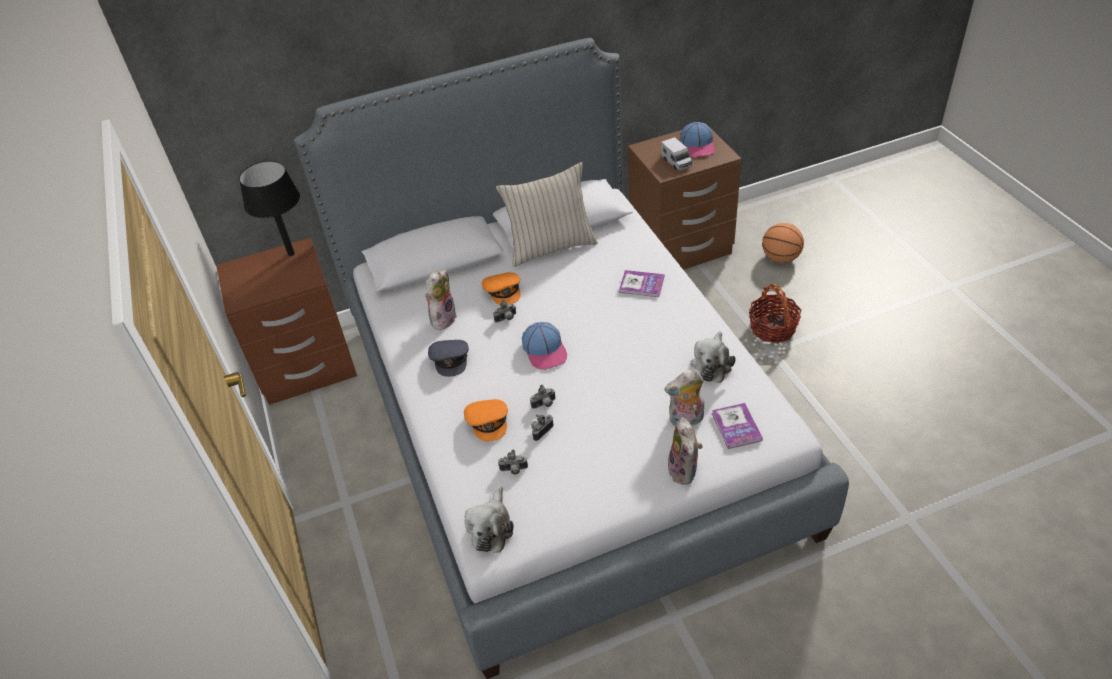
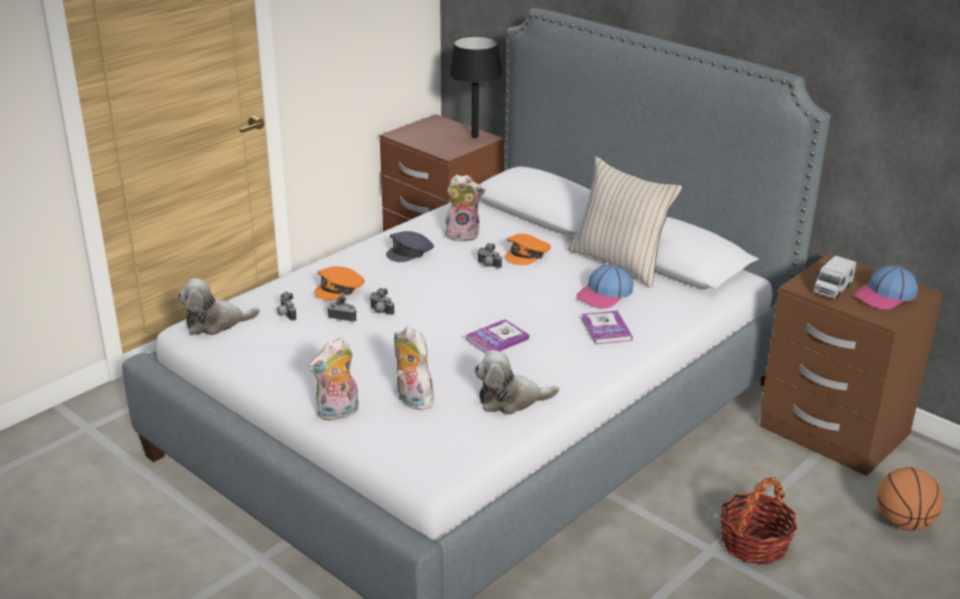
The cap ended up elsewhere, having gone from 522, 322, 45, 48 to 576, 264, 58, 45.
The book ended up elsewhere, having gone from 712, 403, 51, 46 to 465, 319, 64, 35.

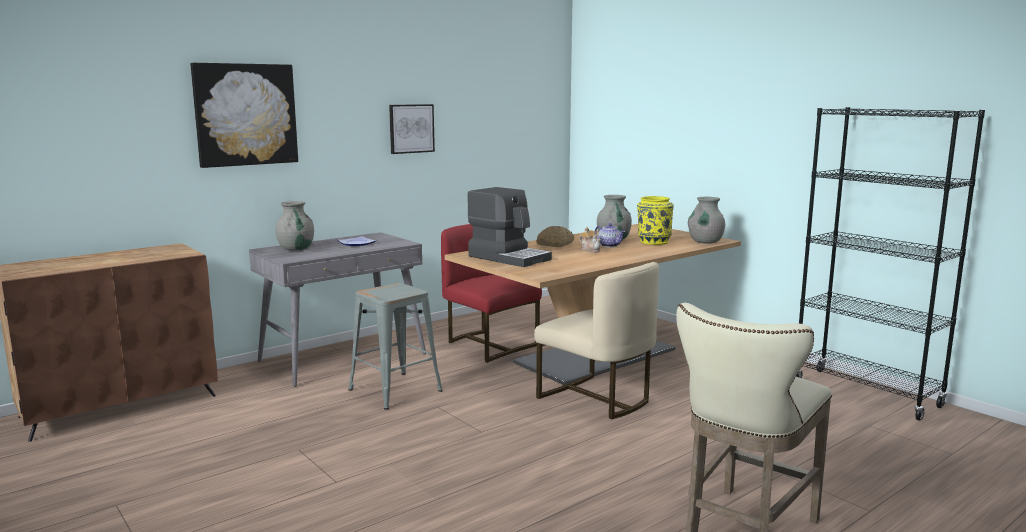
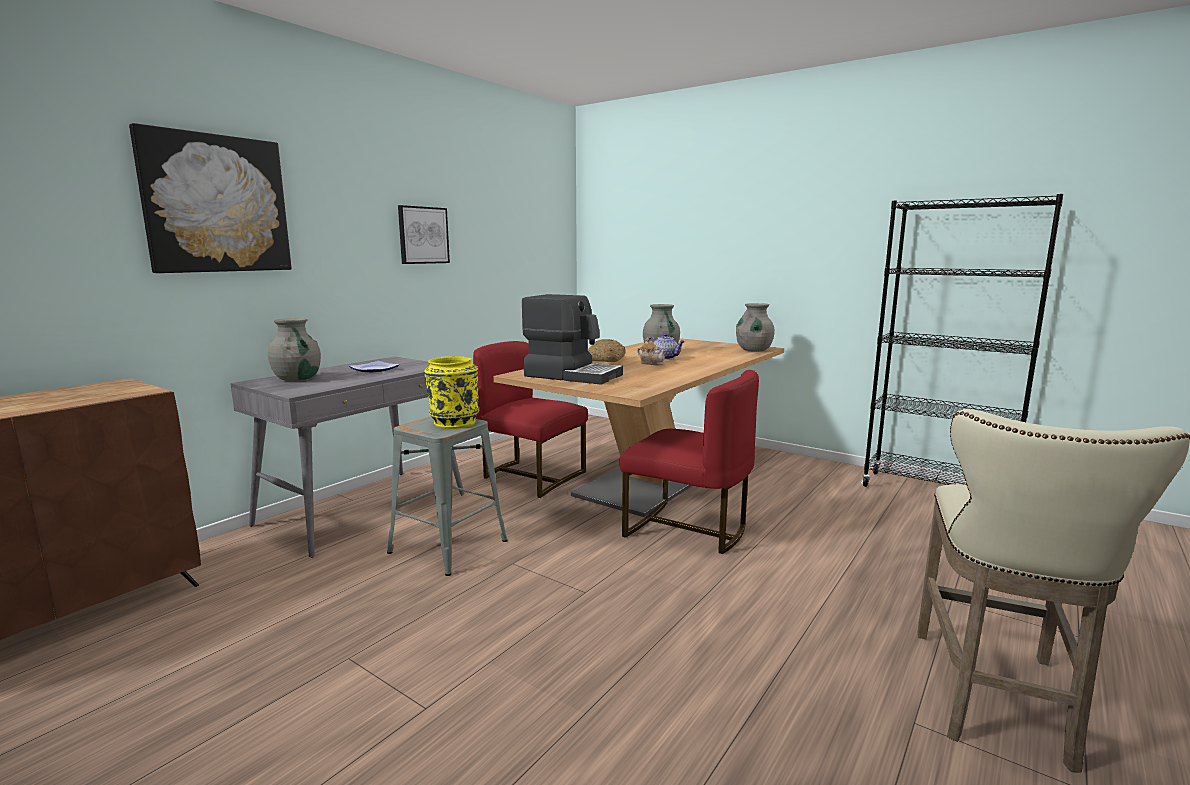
The yellow vase ended up elsewhere, having gone from 637, 196, 37, 49 to 424, 356, 55, 73.
What was the beige chair at 534, 262, 125, 157 turned into the red chair at 620, 370, 139, 184.

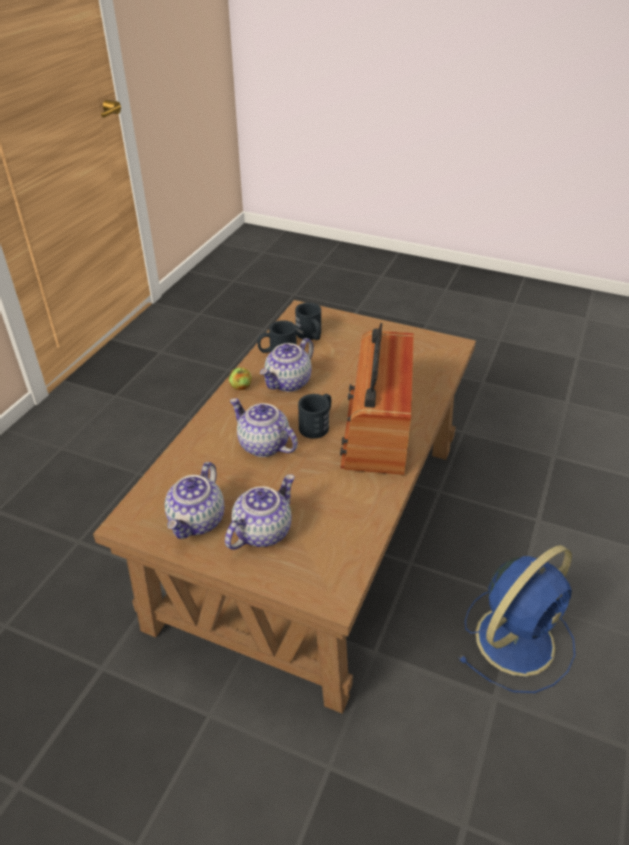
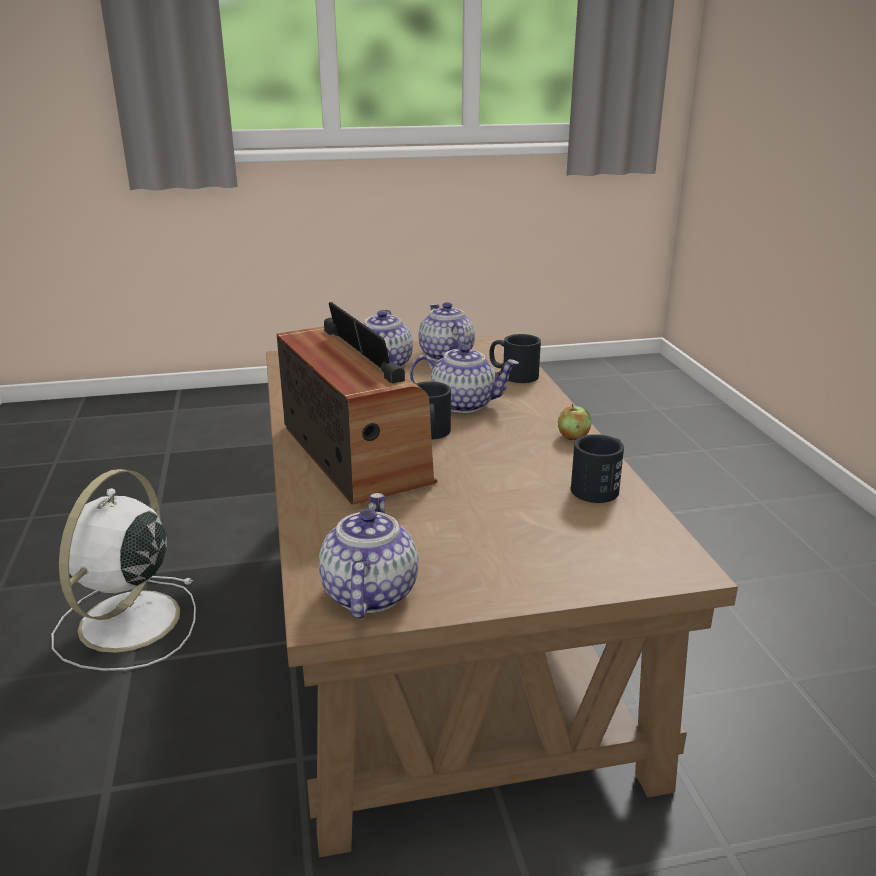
The teapot ended up elsewhere, having gone from 260, 338, 54, 54 to 319, 493, 99, 125.
The black mug ended up elsewhere, having gone from 295, 302, 26, 38 to 489, 334, 52, 49.
What was the blue fan at 458, 545, 117, 148 turned into the white fan at 52, 469, 144, 202.

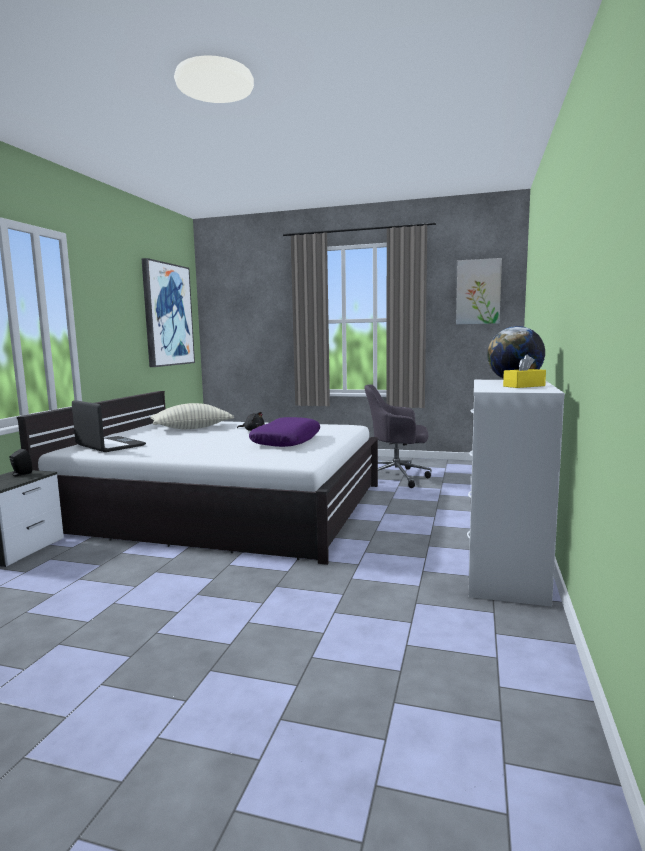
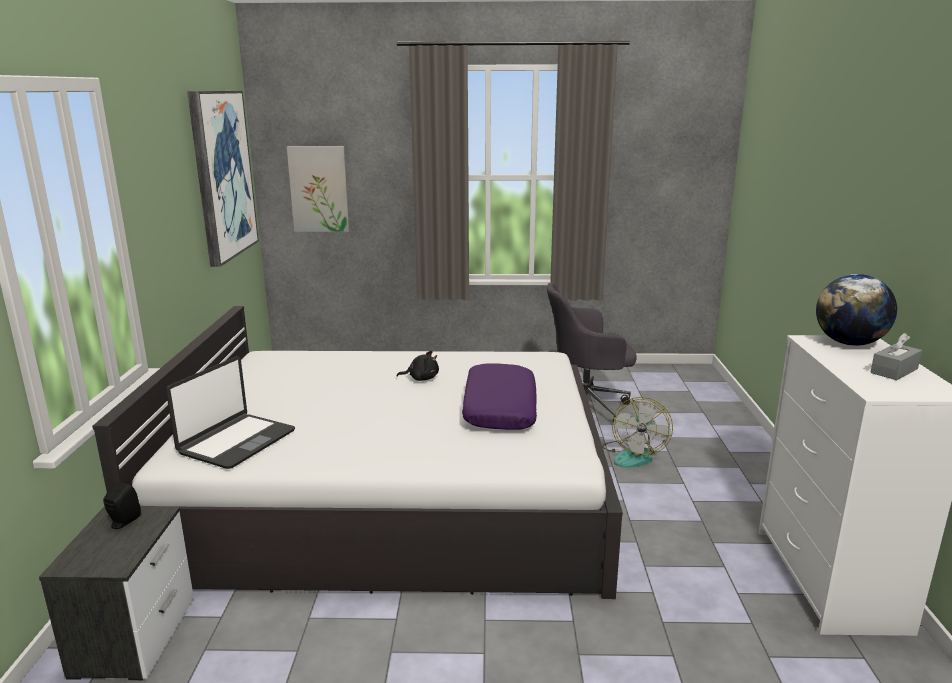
The second view lost the pillow at 150, 403, 84, 26.
The second view gained the fan at 602, 397, 71, 71.
The picture ended up elsewhere, having gone from 456, 258, 46, 67 to 287, 146, 63, 86.
What was the yellow tissue box at 503, 355, 43, 33 turned into the grey tissue box at 871, 333, 51, 47.
The laptop at 72, 400, 74, 52 ended up facing another way, 90 degrees clockwise from before.

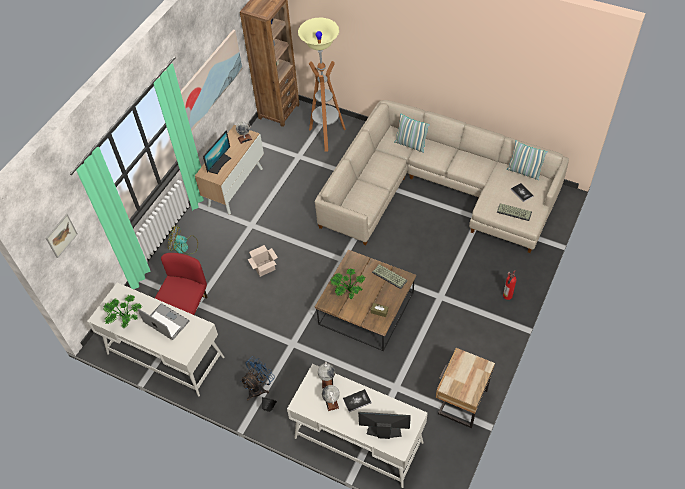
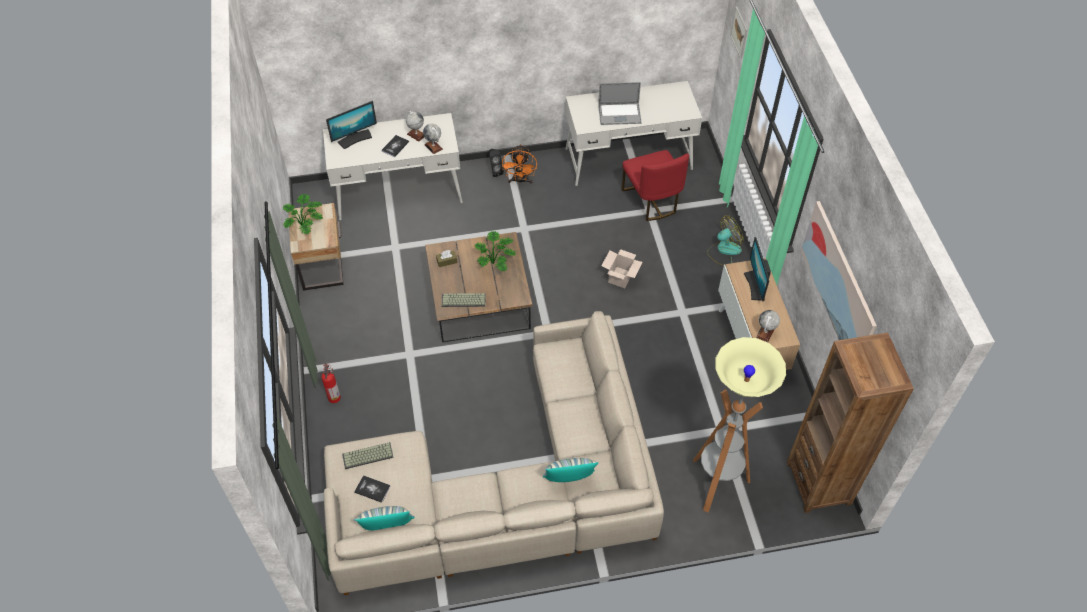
The potted plant ended up elsewhere, having gone from 103, 295, 39, 33 to 283, 194, 40, 41.
What was the blue fan at 240, 356, 35, 44 turned into the orange fan at 502, 144, 35, 40.

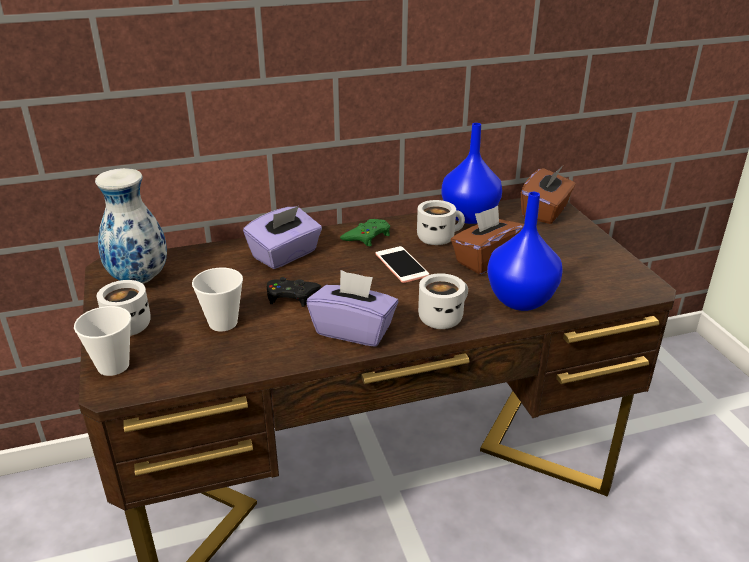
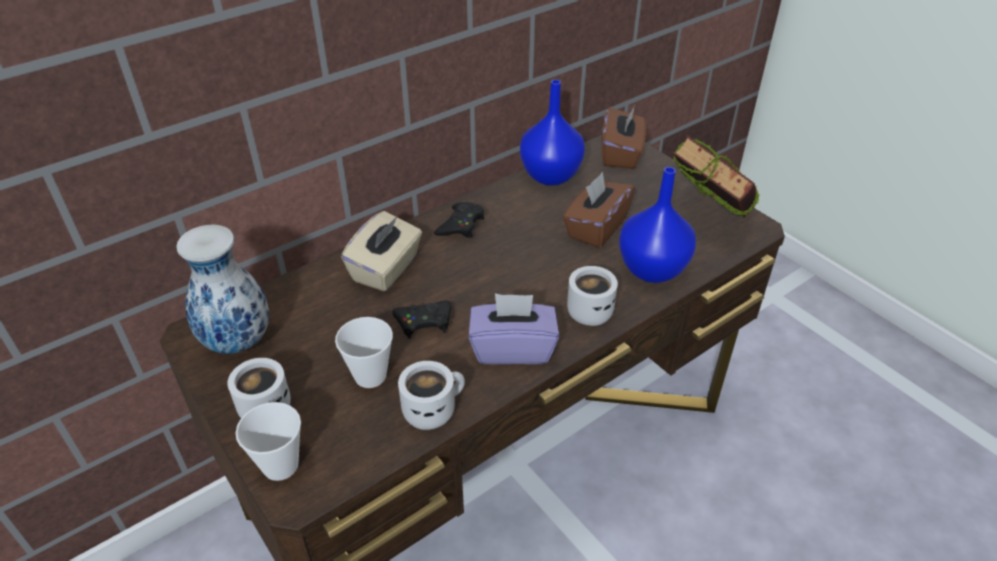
The second view lost the phone at 376, 246, 53, 37.
The second view gained the book at 673, 135, 87, 82.
The white mug ended up elsewhere, having gone from 417, 200, 48, 45 to 398, 361, 67, 69.
What was the purple tissue box at 243, 206, 79, 63 turned into the beige tissue box at 341, 211, 81, 81.
What was the green game controller at 340, 219, 50, 27 turned into the black game controller at 434, 202, 50, 36.

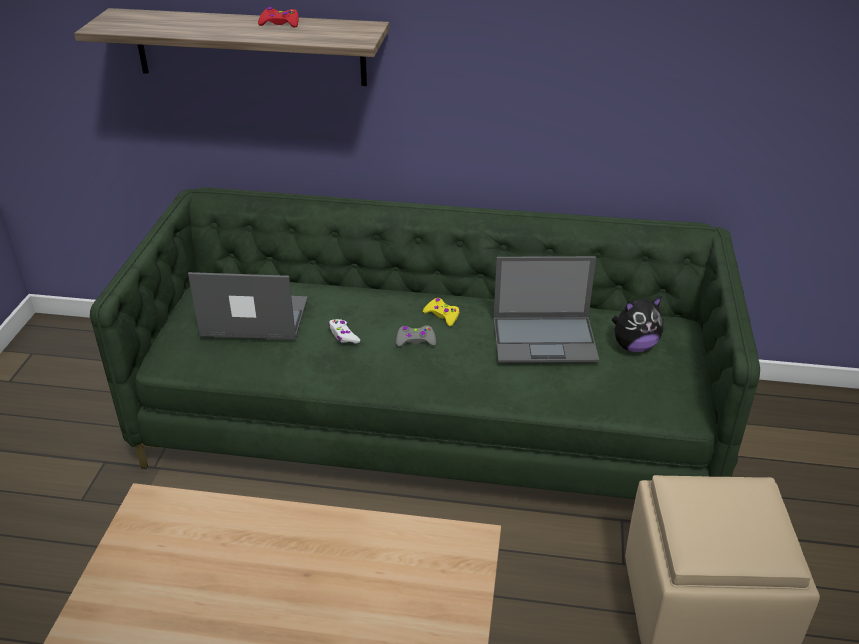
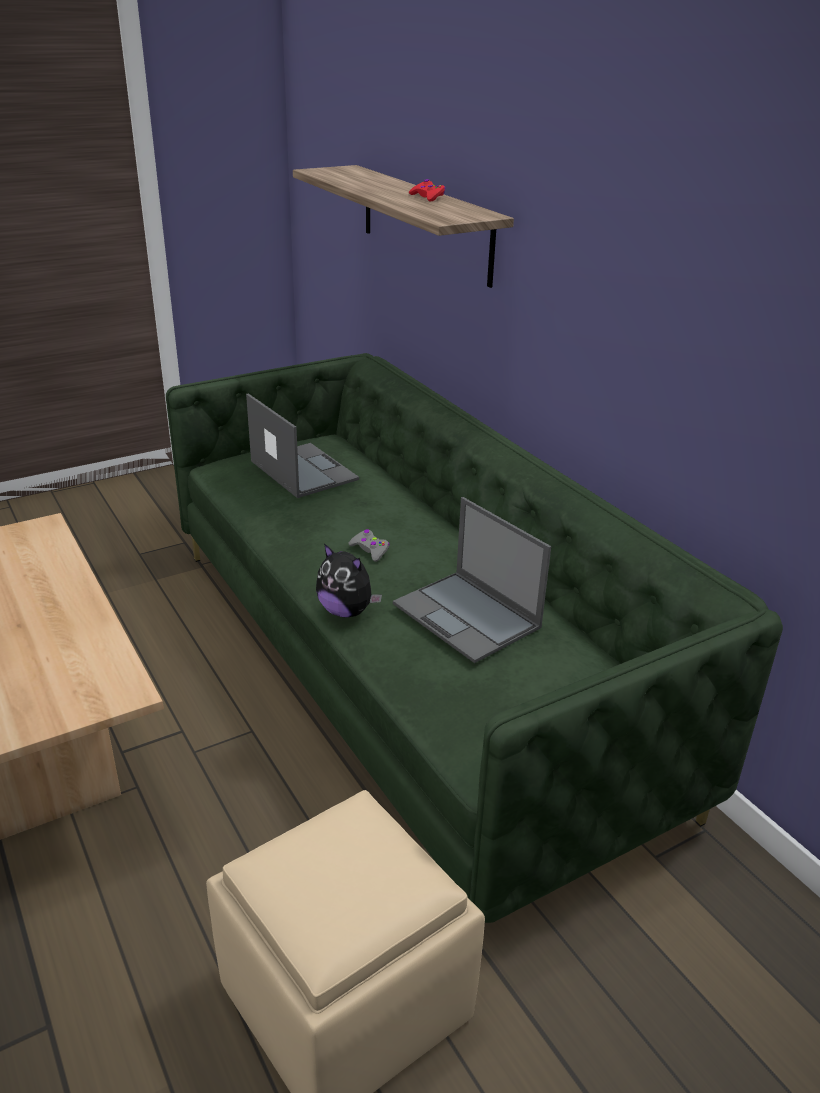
The second view lost the white game controller at 329, 319, 31, 25.
The second view lost the yellow game controller at 423, 298, 37, 28.
The plush toy ended up elsewhere, having gone from 612, 296, 51, 56 to 316, 543, 66, 74.

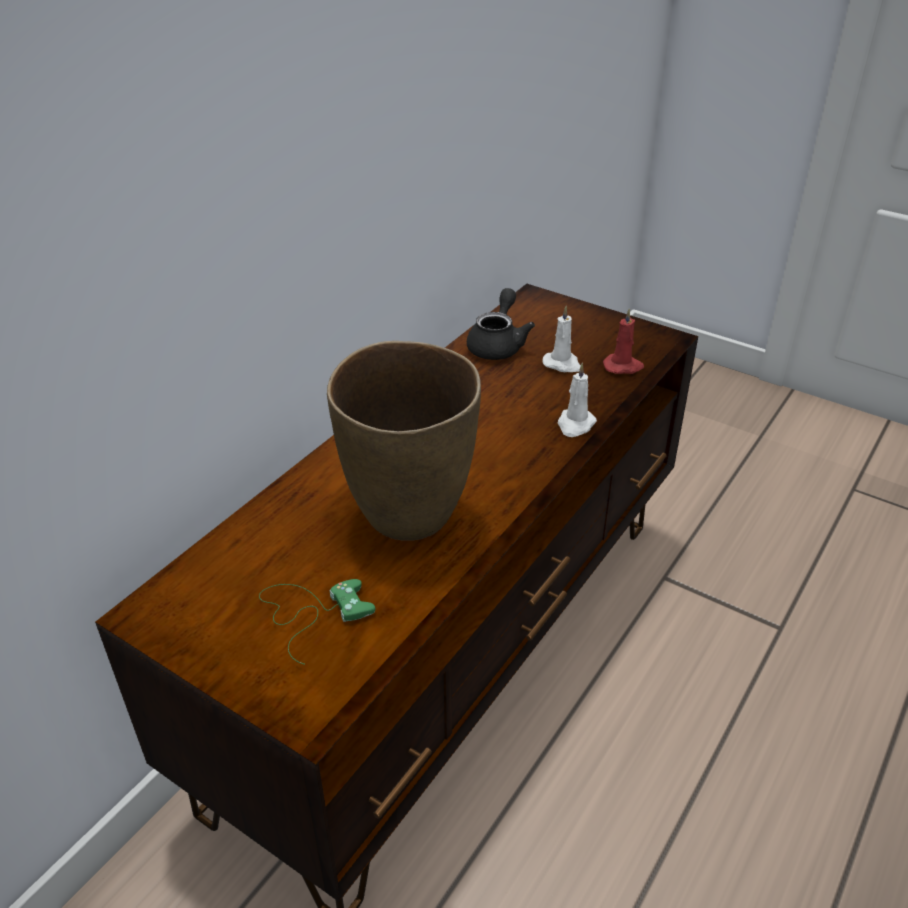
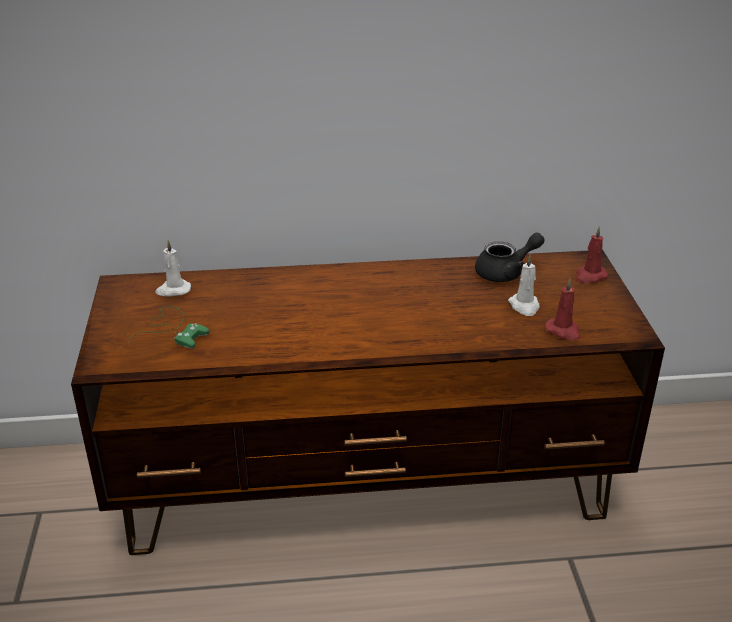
The second view lost the brown vase at 327, 341, 154, 199.
The second view gained the red candle at 576, 227, 32, 56.
The white candle ended up elsewhere, having gone from 557, 363, 40, 74 to 155, 240, 36, 57.

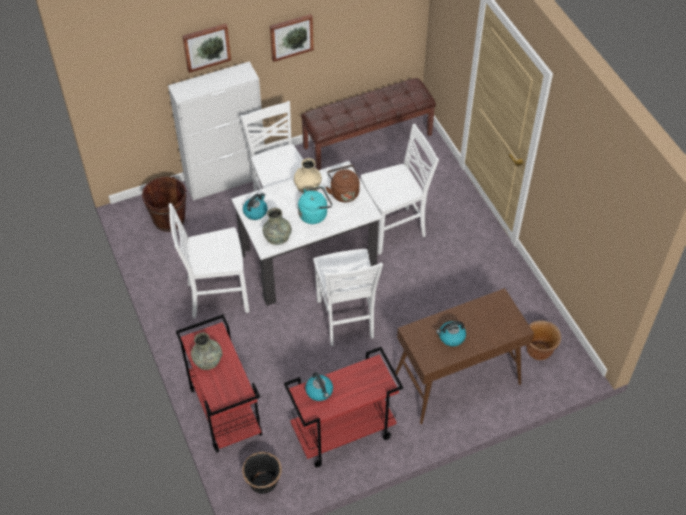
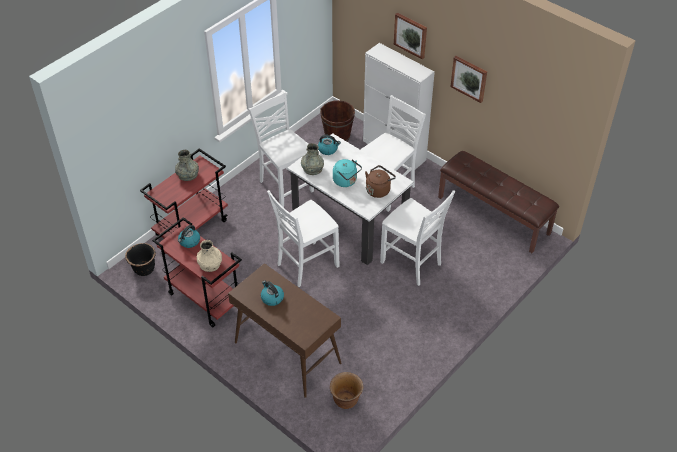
The beige vase ended up elsewhere, having gone from 294, 158, 28, 35 to 197, 240, 25, 32.

